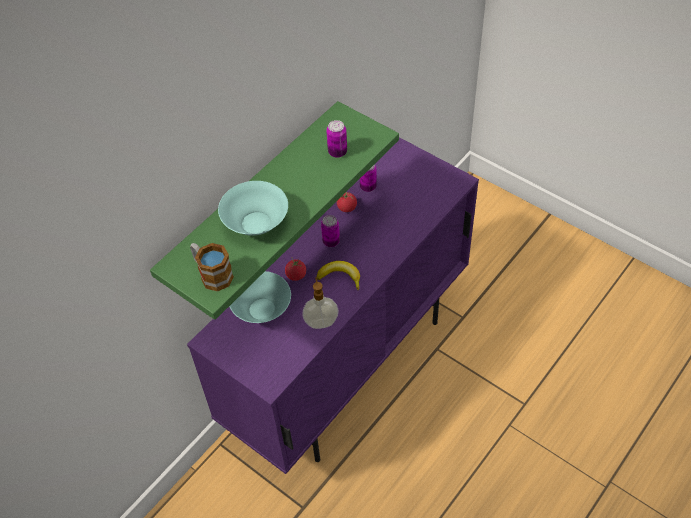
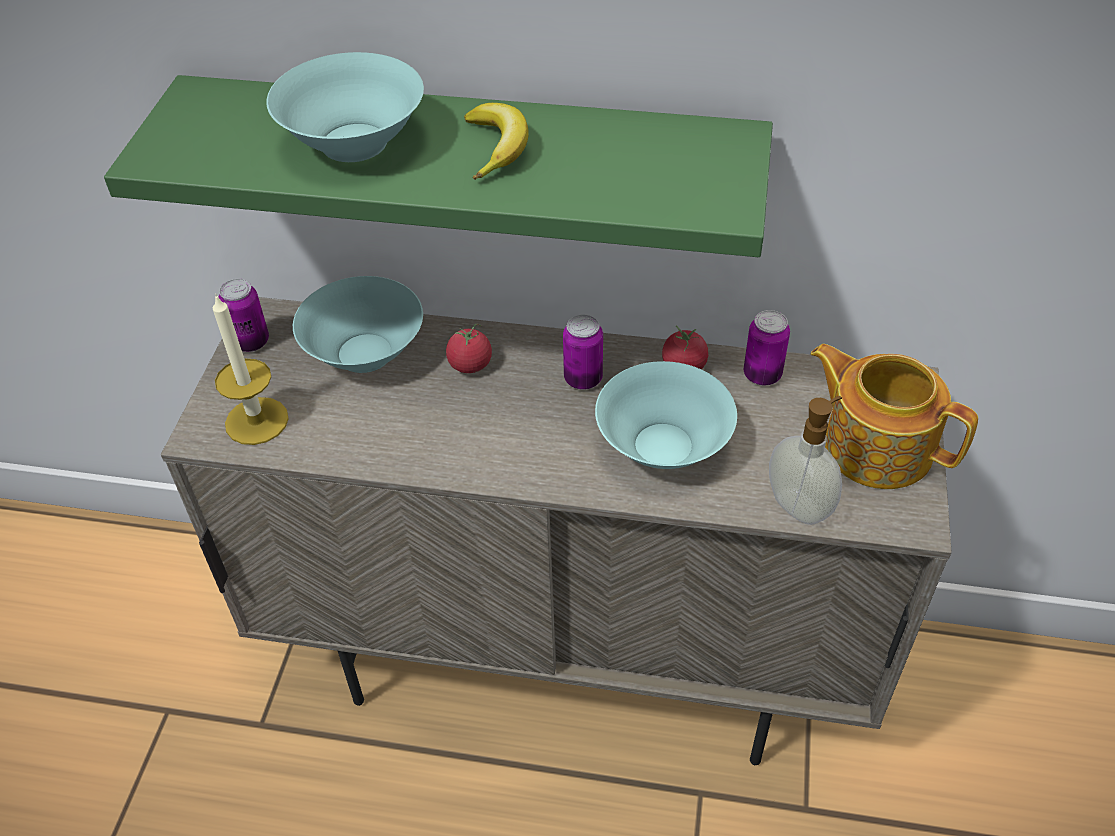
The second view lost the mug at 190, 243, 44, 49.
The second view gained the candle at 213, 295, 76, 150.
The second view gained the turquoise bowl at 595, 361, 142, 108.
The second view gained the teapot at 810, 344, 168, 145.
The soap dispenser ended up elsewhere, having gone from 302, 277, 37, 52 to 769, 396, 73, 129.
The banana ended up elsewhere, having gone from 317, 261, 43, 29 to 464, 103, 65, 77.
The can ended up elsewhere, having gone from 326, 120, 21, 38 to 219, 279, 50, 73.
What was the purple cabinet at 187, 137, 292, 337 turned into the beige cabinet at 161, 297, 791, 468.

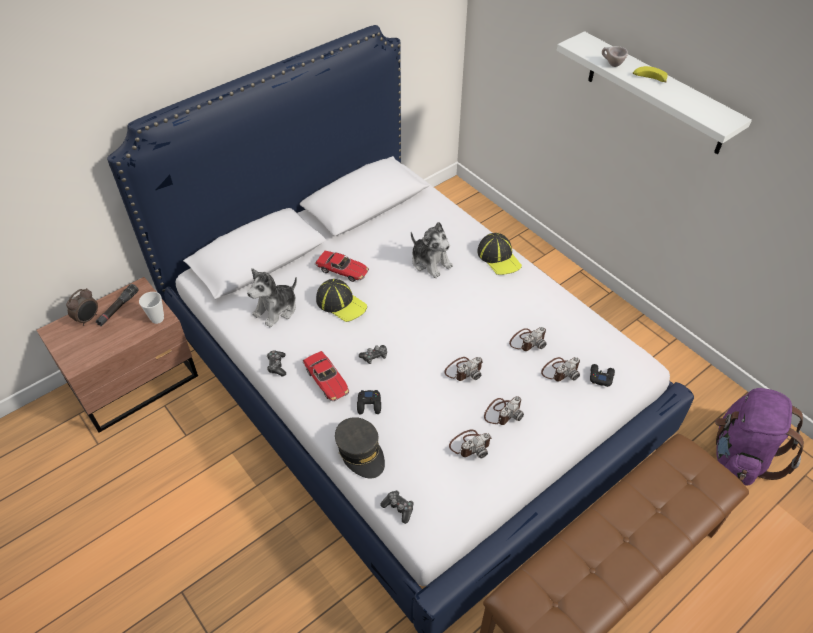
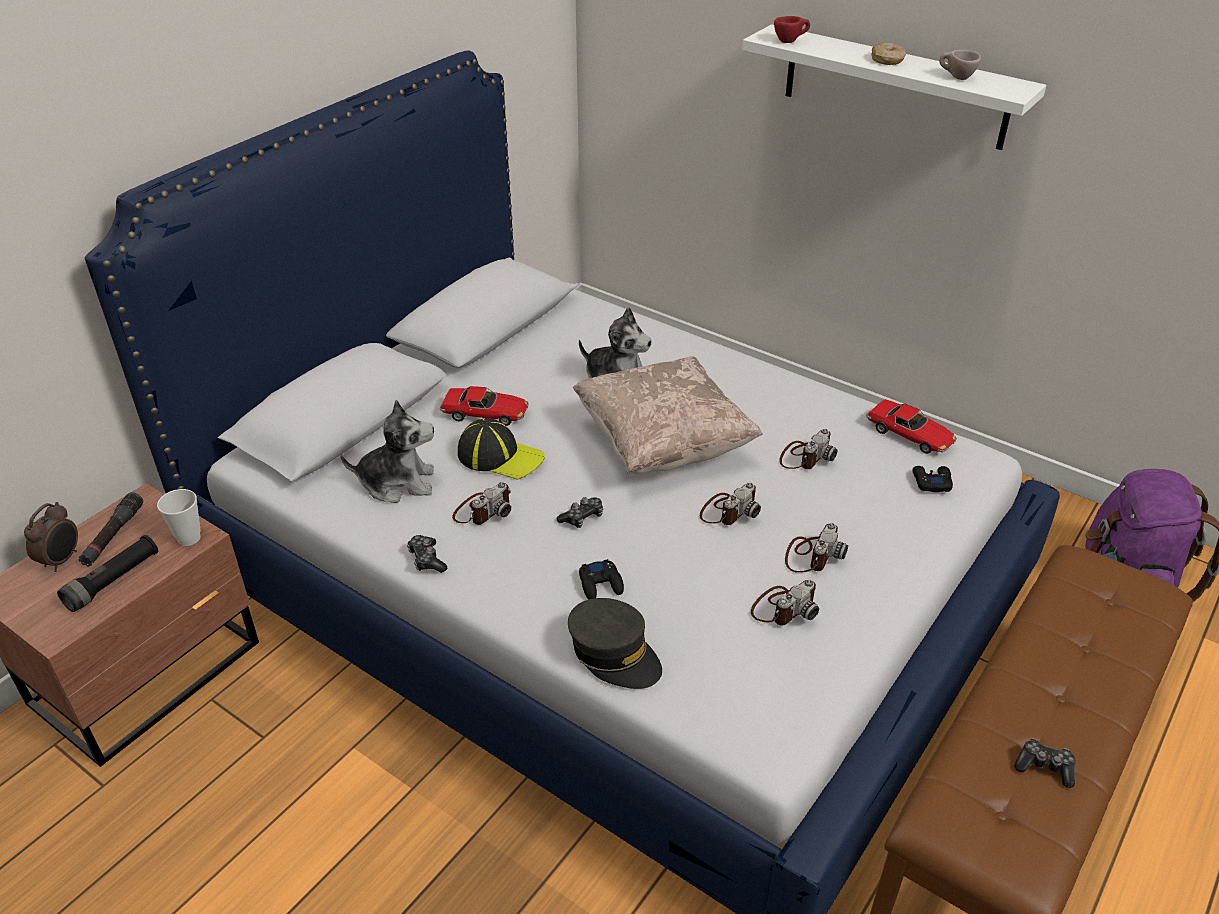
The second view lost the cap at 477, 233, 45, 42.
The second view gained the black flashlight at 57, 535, 101, 77.
The second view gained the beige pillow at 573, 356, 190, 118.
The second view gained the red cup at 774, 16, 36, 27.
The toy car ended up elsewhere, having gone from 303, 351, 46, 50 to 866, 399, 91, 55.
The game controller ended up elsewhere, having gone from 381, 490, 33, 34 to 1014, 738, 61, 50.
The photo camera ended up elsewhere, having gone from 541, 357, 39, 25 to 452, 482, 59, 43.
The beige cup ended up elsewhere, having gone from 602, 46, 26, 21 to 939, 50, 42, 30.
Where the banana stood at 633, 66, 35, 17, the donut came to stand at 871, 42, 35, 23.
The plush toy at 247, 268, 50, 60 ended up facing another way, 120 degrees counterclockwise from before.

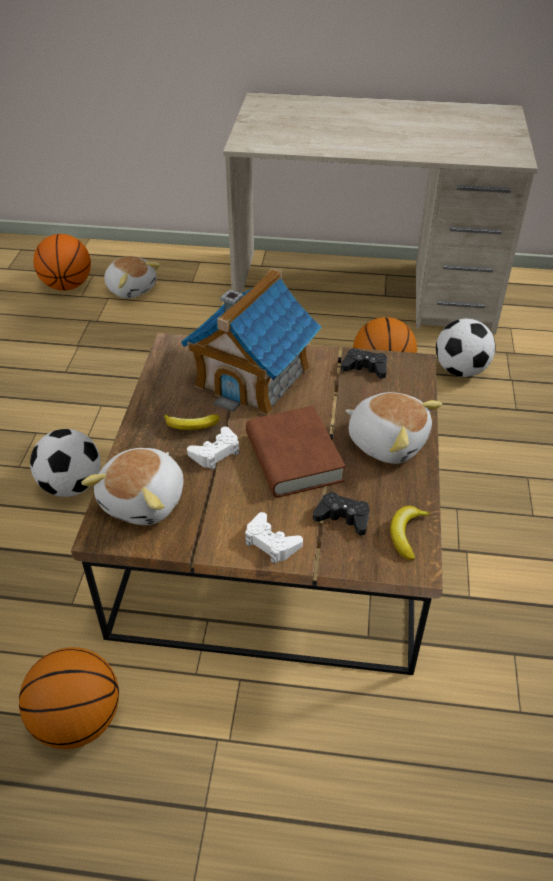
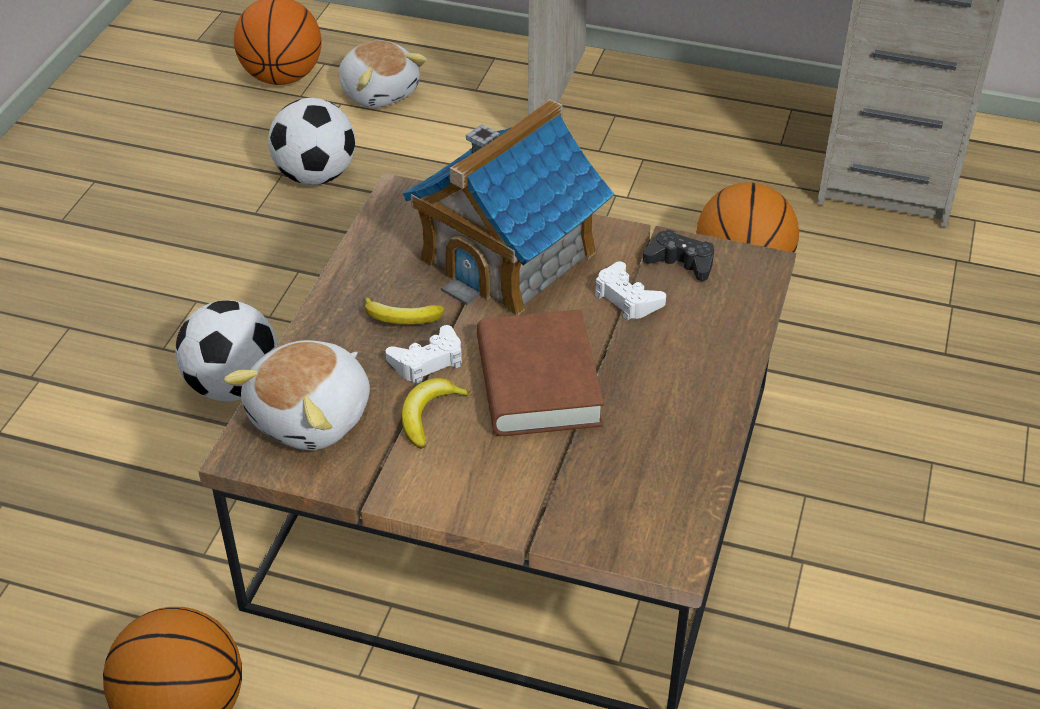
The second view lost the black game controller at 313, 492, 56, 43.
The second view lost the plush toy at 345, 392, 97, 72.
The white game controller ended up elsewhere, having gone from 245, 512, 58, 52 to 594, 261, 72, 59.
The banana ended up elsewhere, having gone from 390, 505, 41, 56 to 402, 378, 70, 71.
The football ended up elsewhere, having gone from 436, 319, 59, 58 to 268, 98, 87, 87.

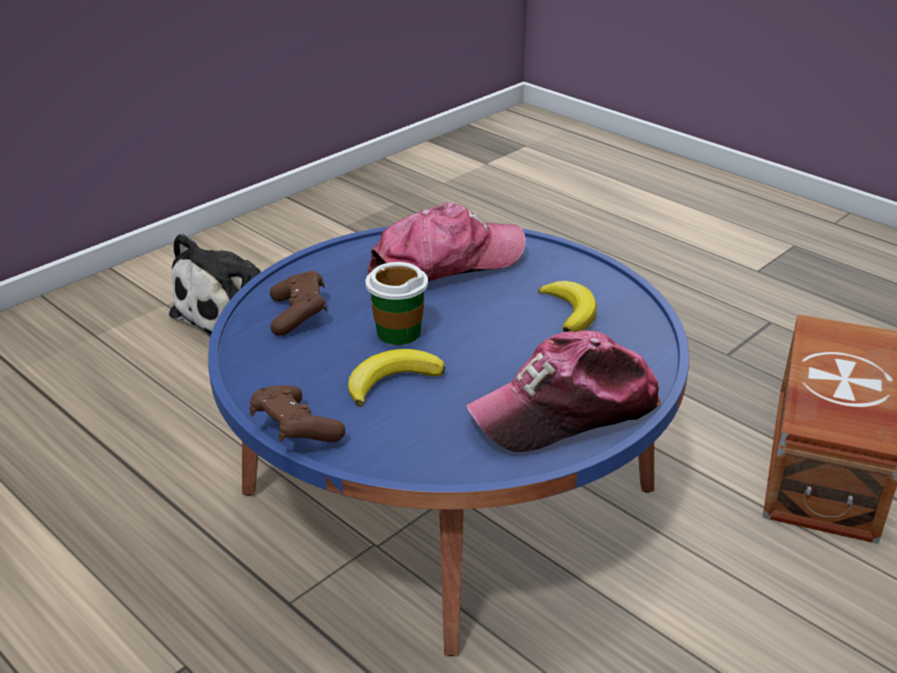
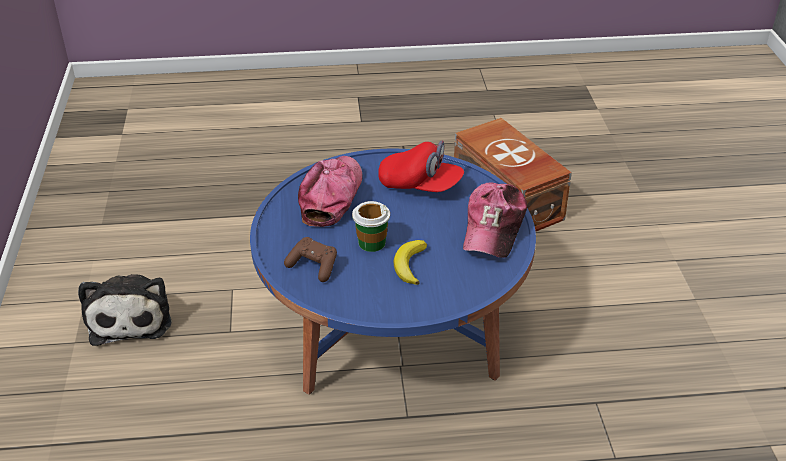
The second view lost the brown game controller at 250, 386, 95, 56.
Where the banana stood at 538, 281, 59, 51, the red cap came to stand at 378, 141, 86, 51.

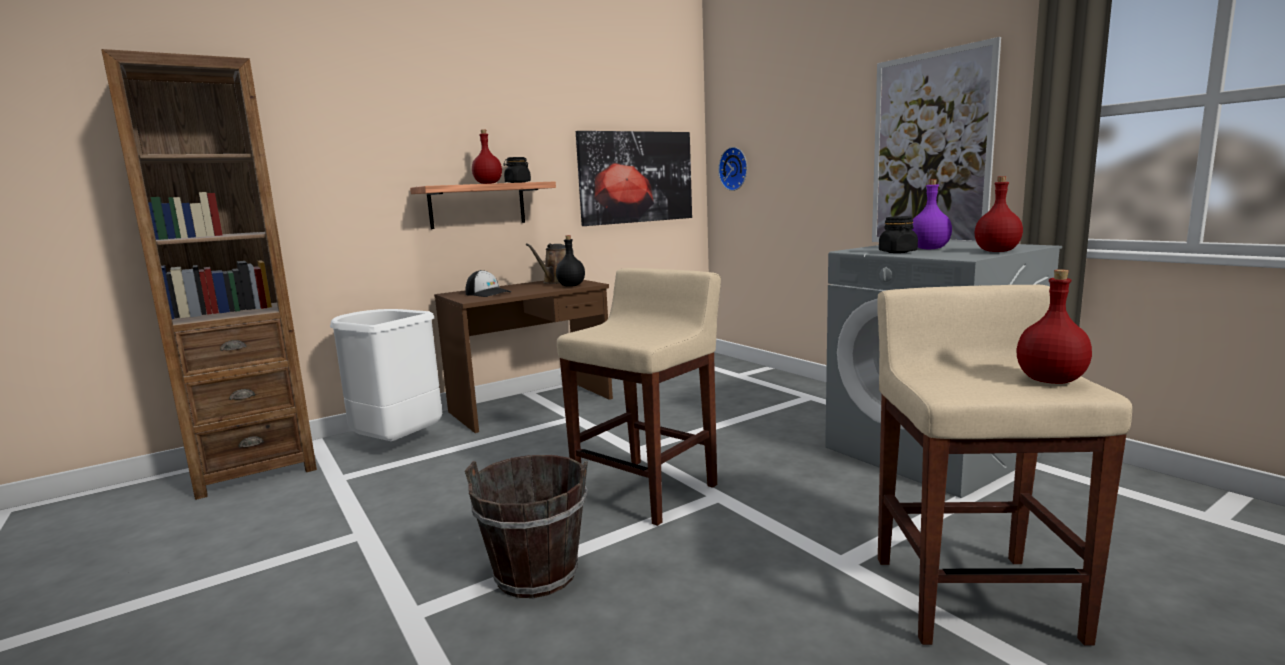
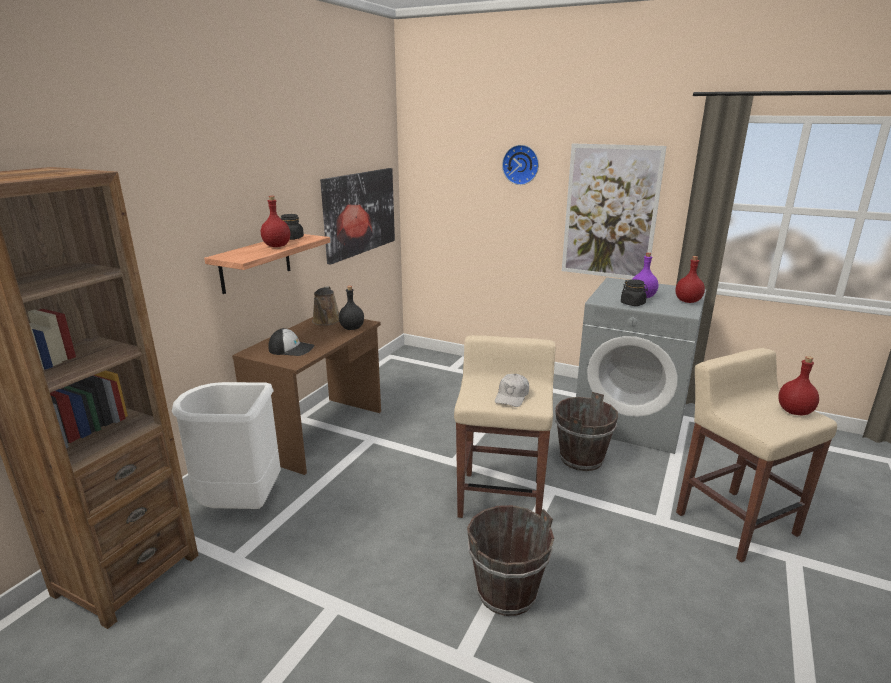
The second view gained the white cap at 495, 374, 34, 33.
The second view gained the brown bucket at 555, 392, 63, 79.
The wall clock ended up elsewhere, having gone from 718, 147, 29, 44 to 502, 145, 37, 40.

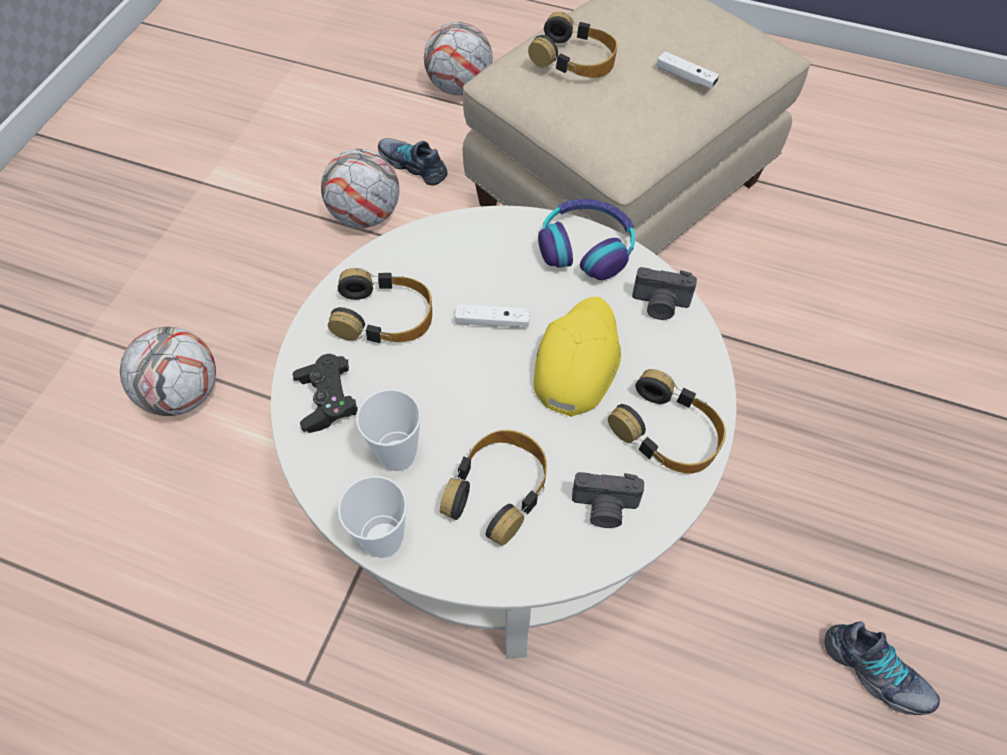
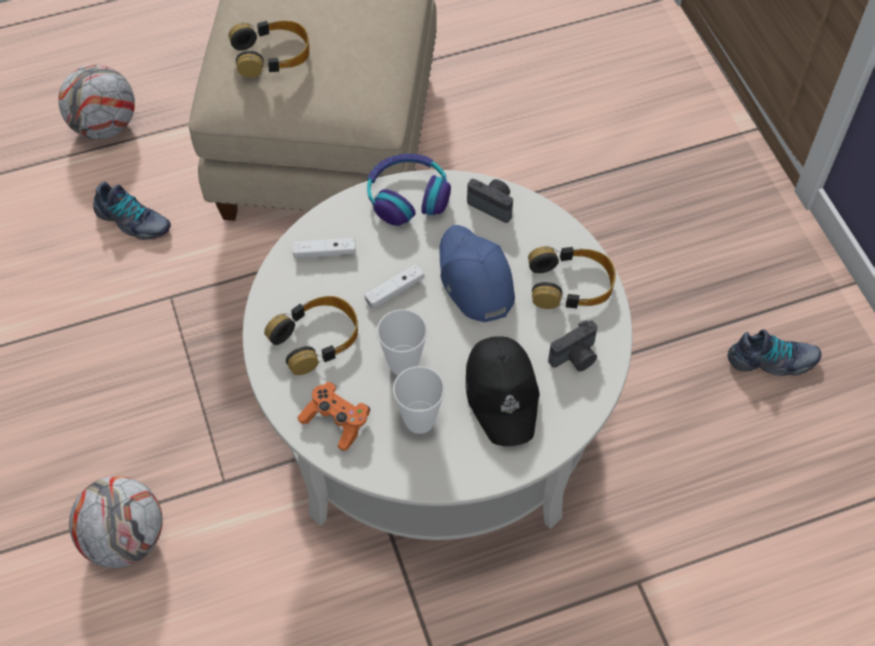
The second view lost the football at 321, 149, 78, 79.
The cup ended up elsewhere, having gone from 338, 476, 69, 82 to 377, 309, 50, 66.
The white game controller ended up elsewhere, having gone from 657, 51, 62, 37 to 293, 238, 63, 20.
Where the headphones stood at 440, 430, 107, 116, the black cap came to stand at 466, 336, 74, 110.
What was the black game controller at 293, 354, 65, 79 turned into the orange game controller at 298, 382, 72, 69.
What was the yellow cap at 534, 297, 87, 120 turned into the blue cap at 439, 225, 76, 97.
The shoe at 378, 138, 70, 48 ended up facing another way, 150 degrees counterclockwise from before.
The photo camera at 632, 267, 65, 53 ended up facing another way, 120 degrees counterclockwise from before.

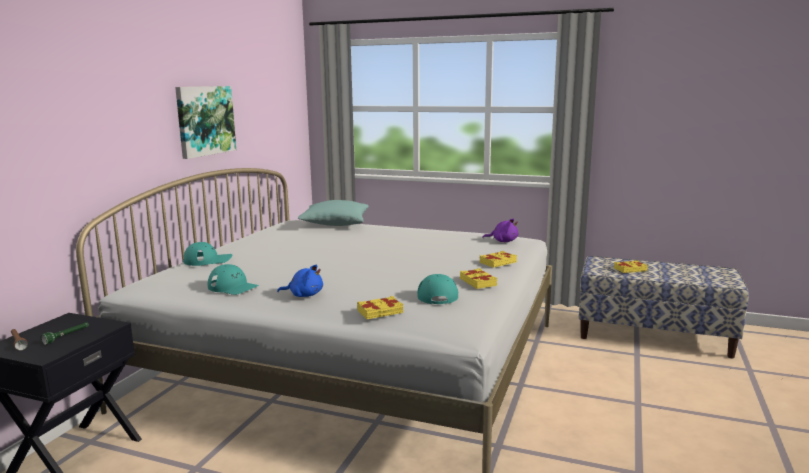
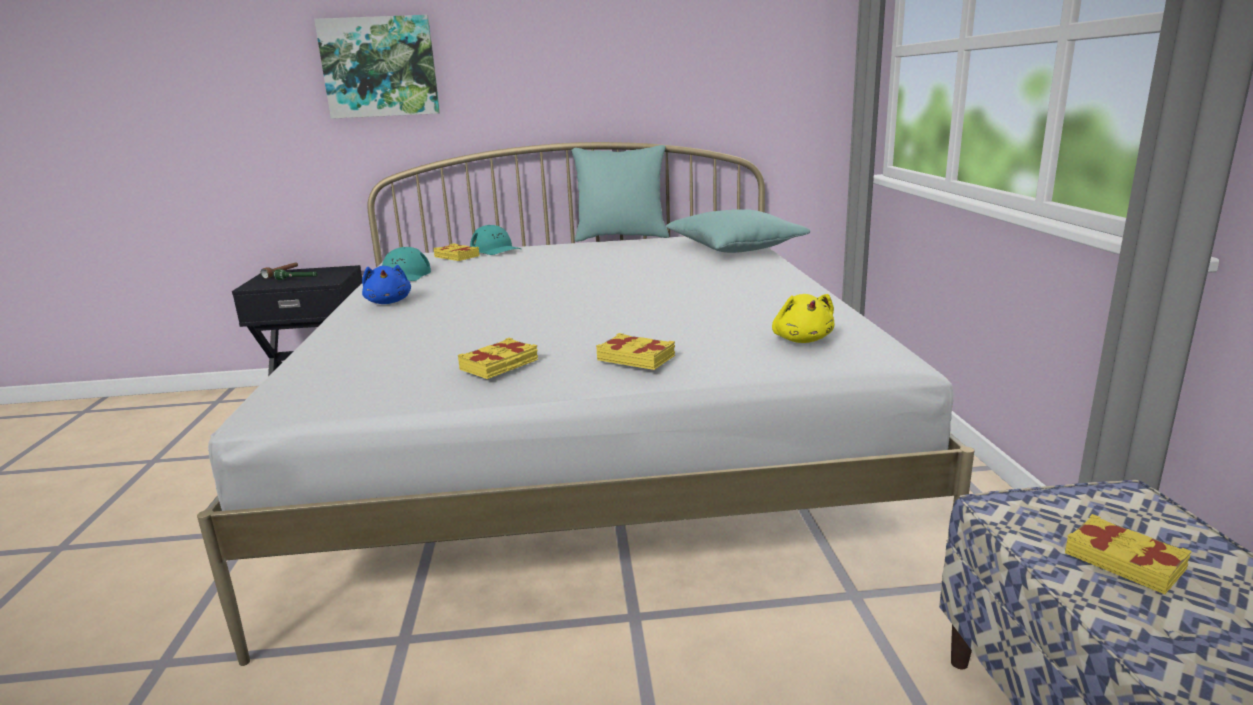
The second view lost the turquoise cap at 417, 274, 41, 30.
The second view gained the turquoise pillow at 571, 145, 98, 97.
The picture ended up elsewhere, having gone from 175, 86, 61, 73 to 314, 15, 126, 104.
The yellow book ended up elsewhere, having gone from 357, 296, 46, 23 to 433, 243, 47, 18.
What was the purple plush toy at 482, 219, 36, 23 turned into the yellow plush toy at 772, 294, 62, 49.

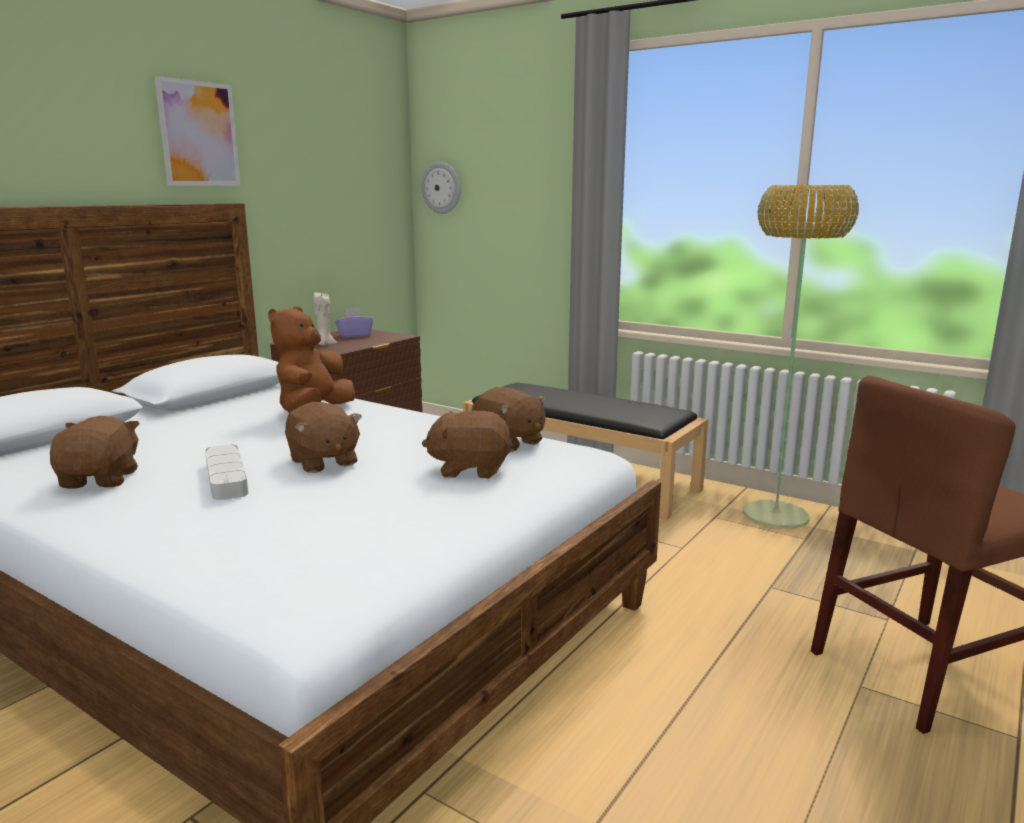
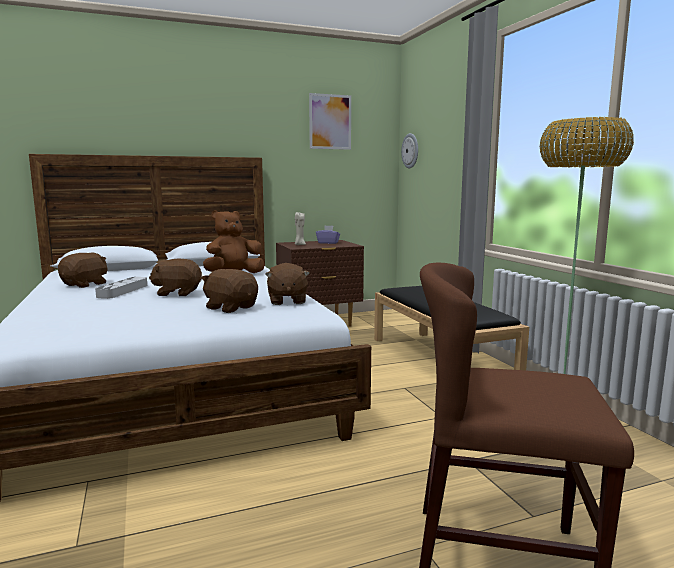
The picture ended up elsewhere, having gone from 154, 76, 87, 110 to 309, 93, 42, 57.
The brown plush toy at 285, 402, 77, 71 ended up facing another way, 90 degrees clockwise from before.

